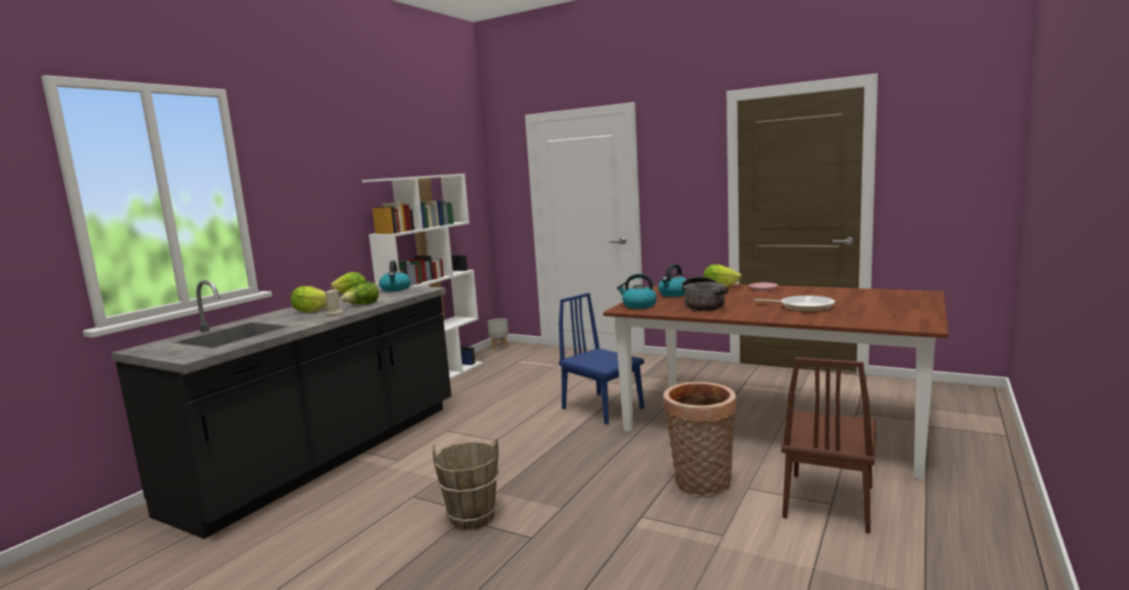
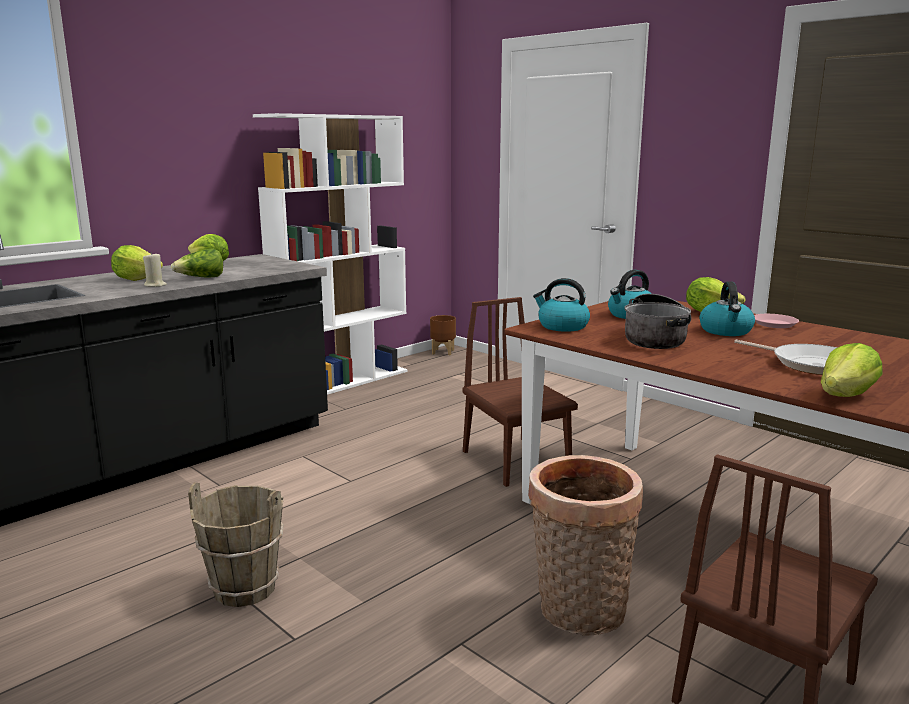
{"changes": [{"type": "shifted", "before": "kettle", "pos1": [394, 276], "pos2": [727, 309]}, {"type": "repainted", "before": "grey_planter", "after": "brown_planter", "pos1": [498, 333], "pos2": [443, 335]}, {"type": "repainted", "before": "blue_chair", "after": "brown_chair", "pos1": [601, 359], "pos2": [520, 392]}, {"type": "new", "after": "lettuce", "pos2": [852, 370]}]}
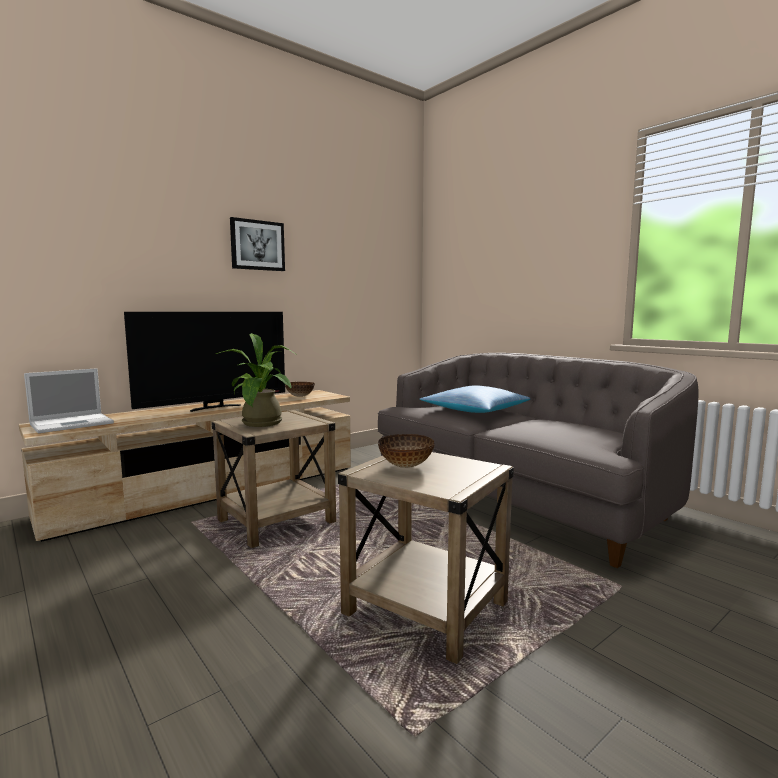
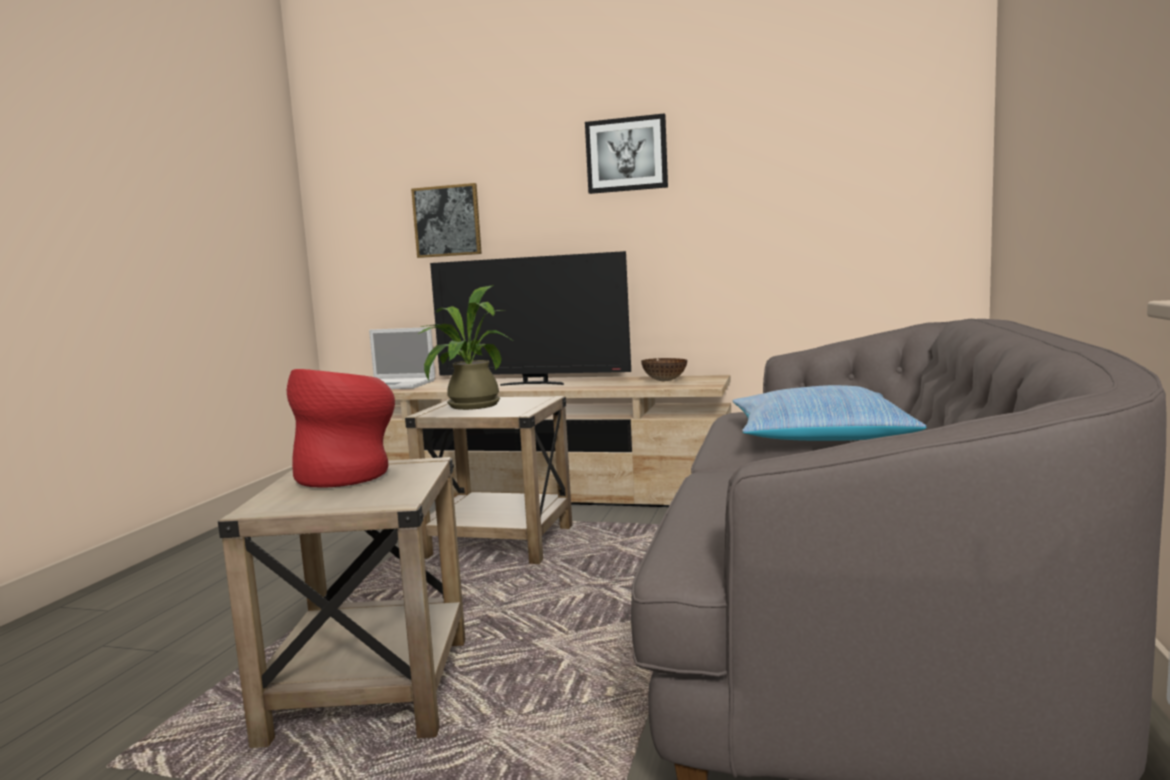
{"changes": [{"type": "swapped", "before": "bowl", "after": "red_vase", "pos1": [406, 451], "pos2": [341, 428]}, {"type": "new", "after": "picture", "pos2": [446, 220]}]}
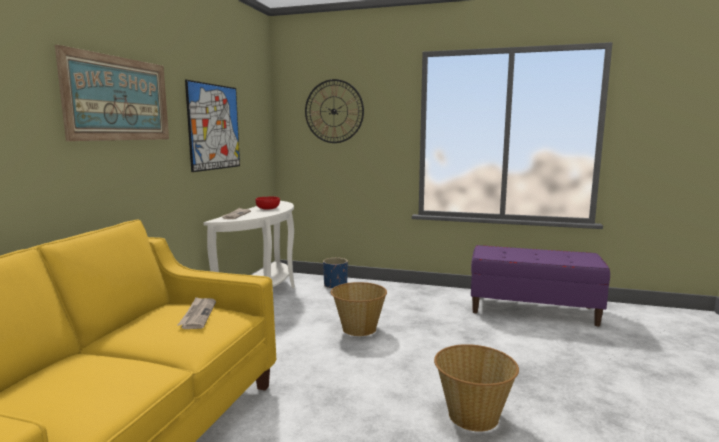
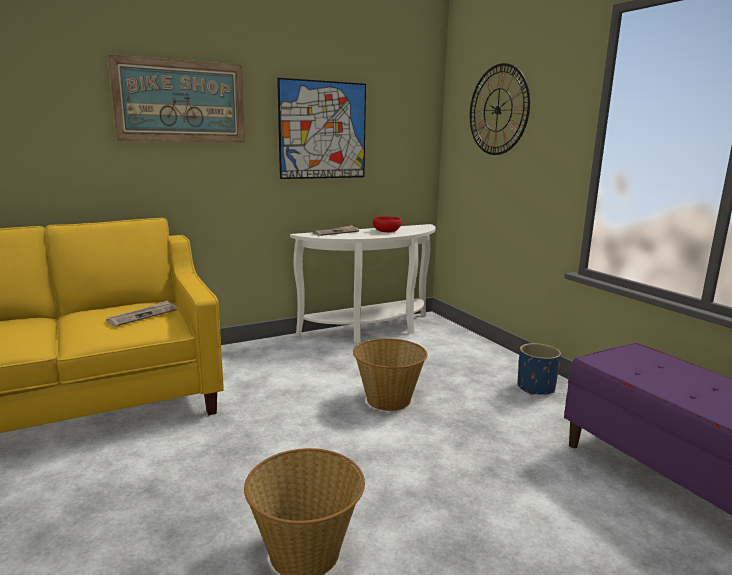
{"changes": [{"type": "shifted", "before": "blue_planter", "pos1": [335, 273], "pos2": [539, 369]}]}
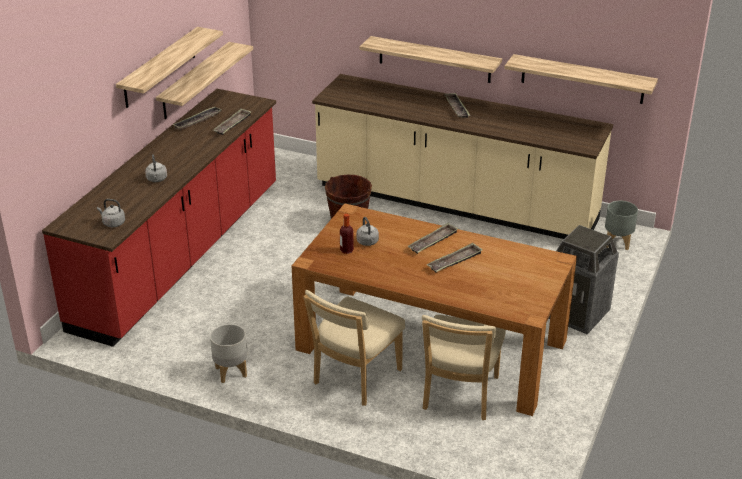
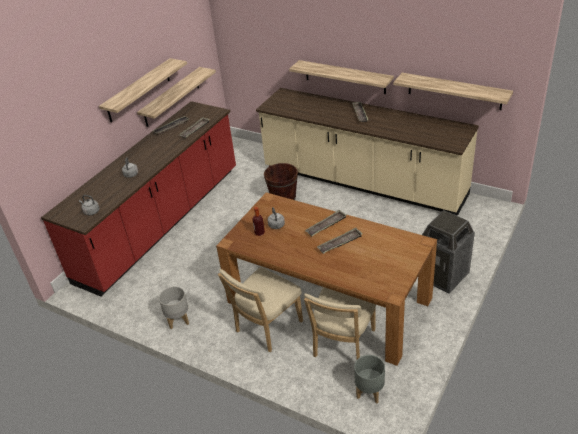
{"changes": [{"type": "shifted", "before": "grey_planter", "pos1": [621, 225], "pos2": [369, 379]}]}
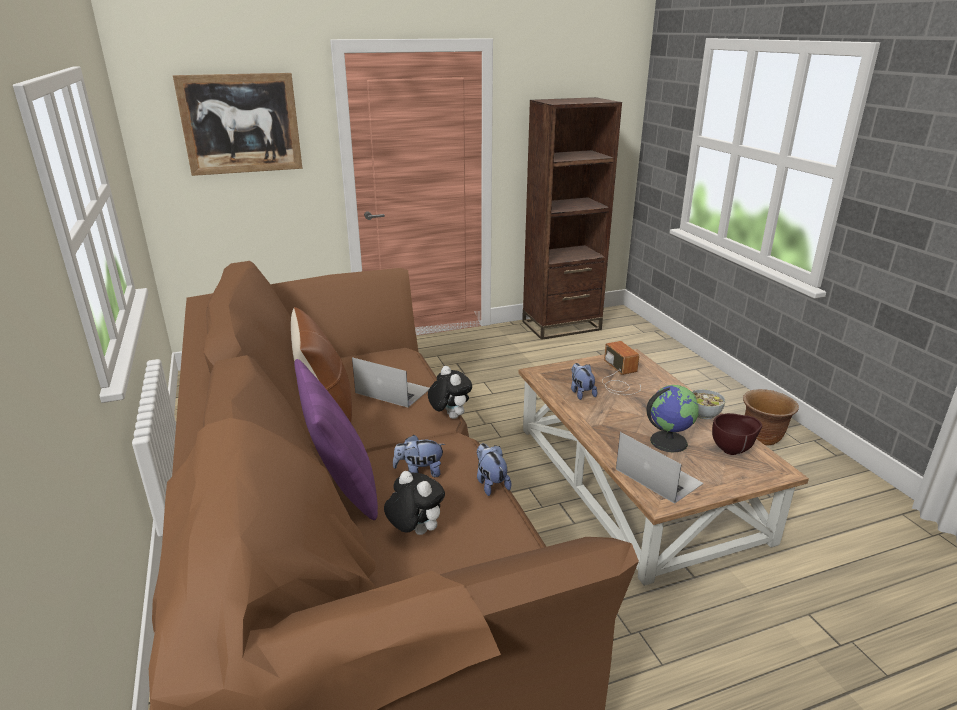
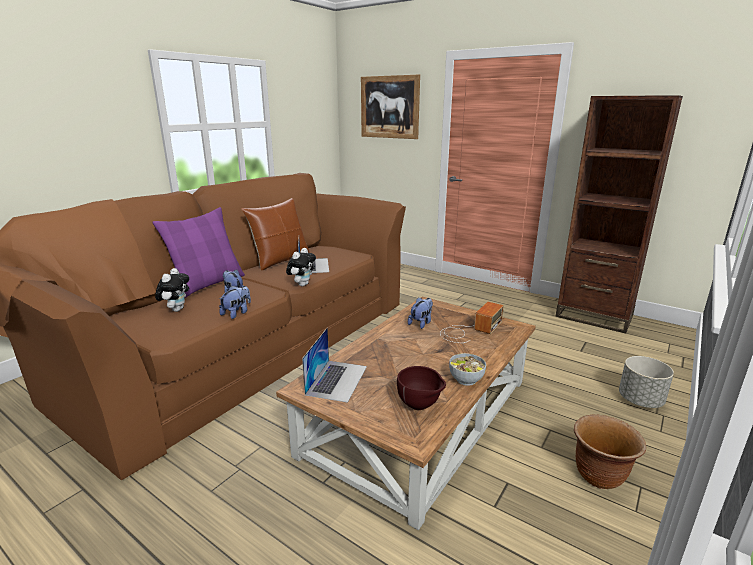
{"changes": [{"type": "gone", "before": "globe", "pos1": [672, 419]}, {"type": "new", "after": "grey_planter", "pos2": [646, 382]}]}
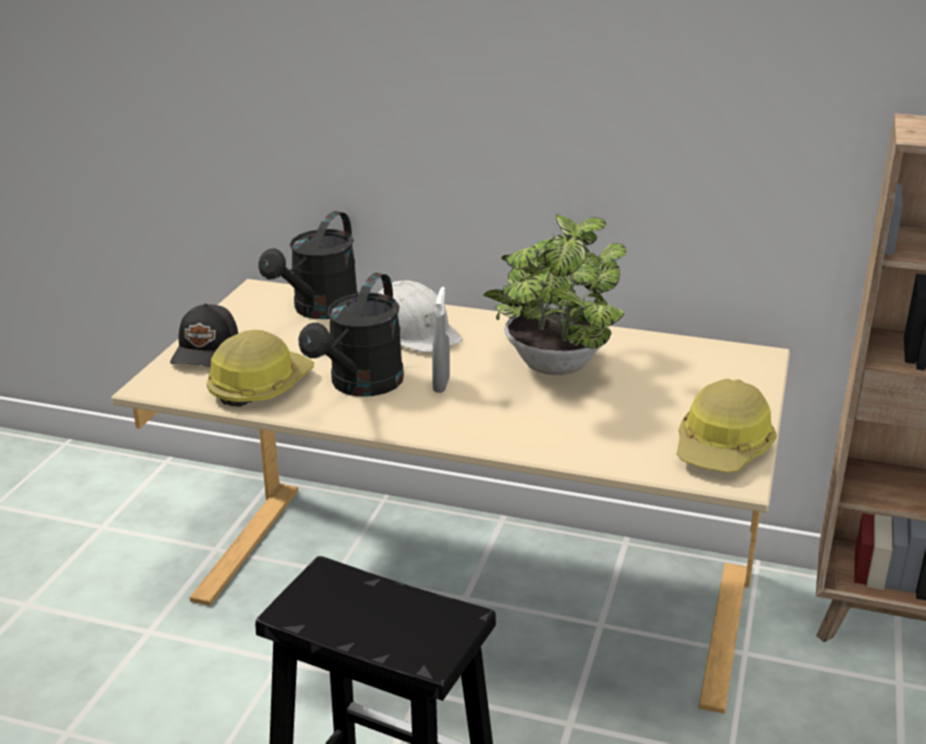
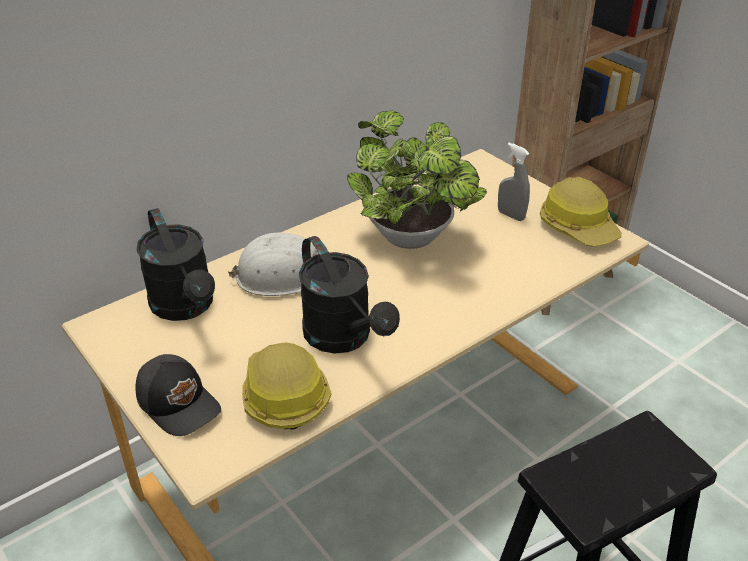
{"changes": [{"type": "shifted", "before": "grey_spray_bottle", "pos1": [441, 340], "pos2": [514, 182]}]}
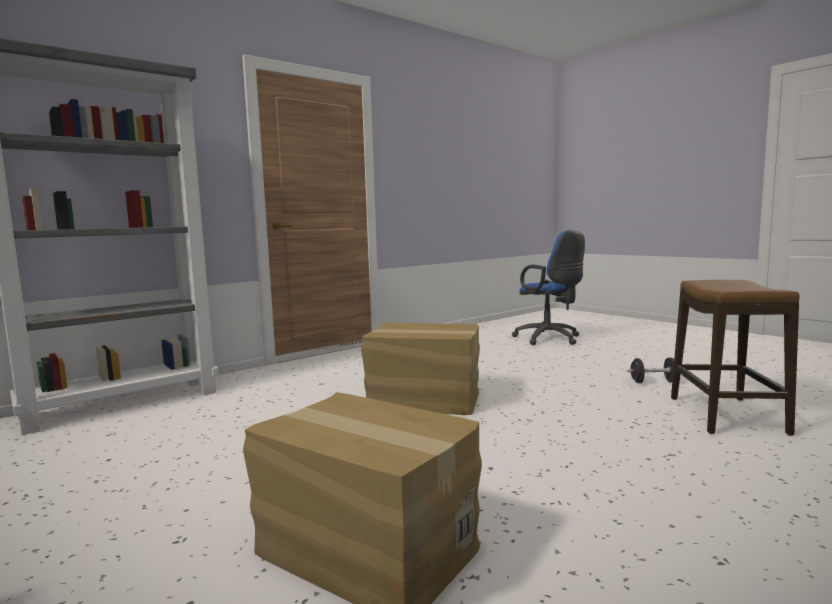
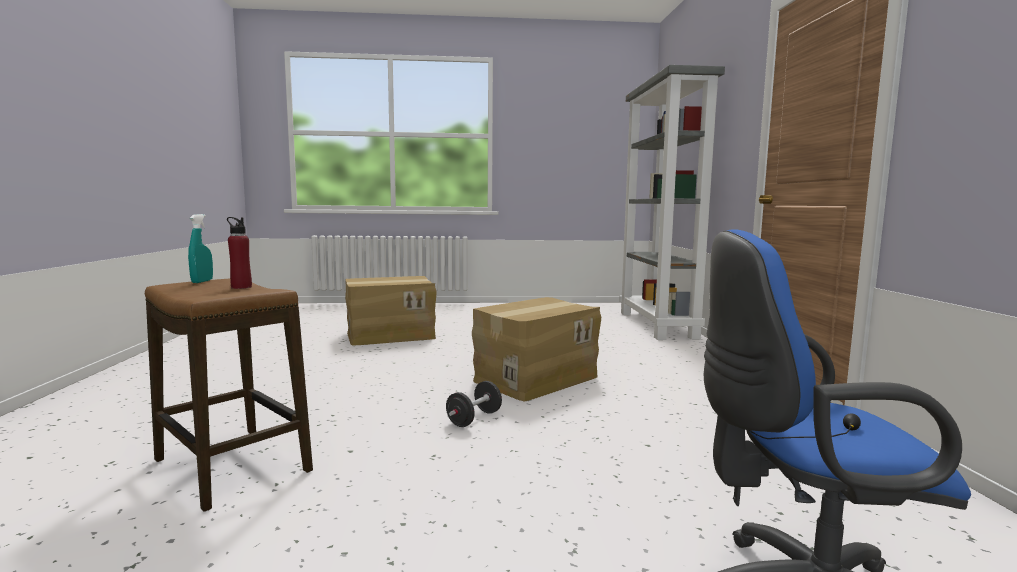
{"changes": [{"type": "shifted", "before": "black_dumbbell", "pos1": [650, 370], "pos2": [474, 404]}, {"type": "new", "after": "turquoise_spray_bottle", "pos2": [200, 248]}, {"type": "new", "after": "red_bottle", "pos2": [239, 253]}]}
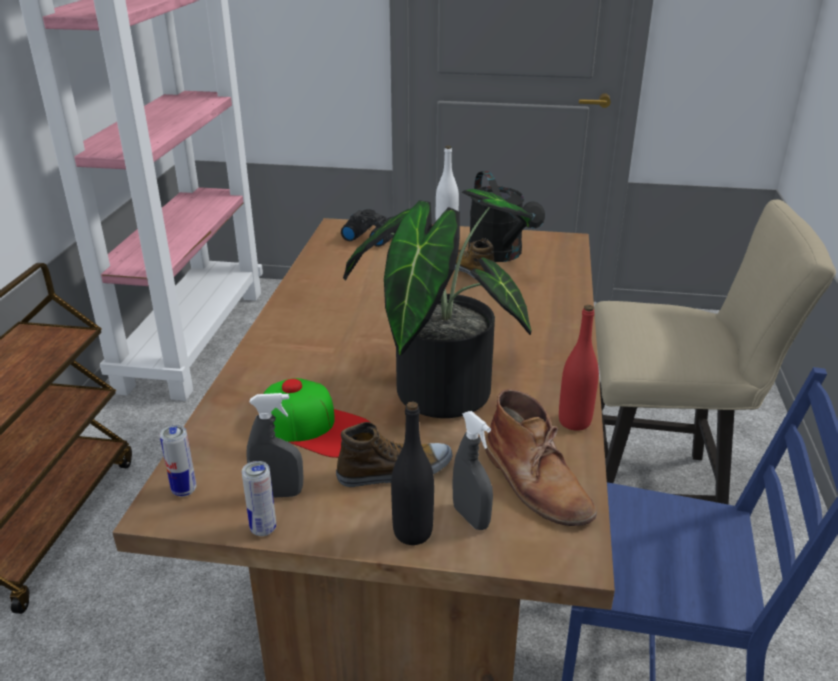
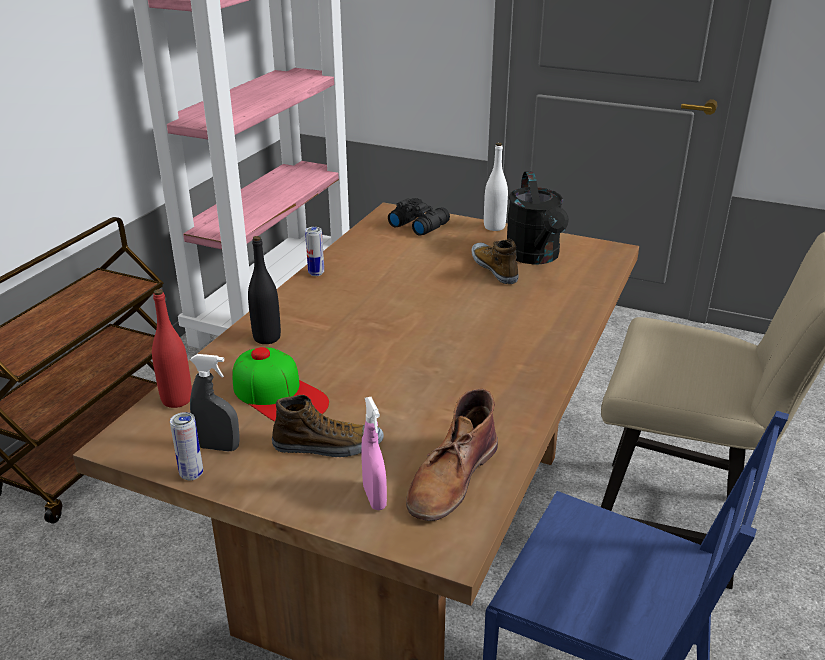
{"changes": [{"type": "shifted", "before": "can", "pos1": [178, 461], "pos2": [314, 251]}, {"type": "gone", "before": "potted_plant", "pos1": [437, 303]}, {"type": "shifted", "before": "black_bottle", "pos1": [412, 473], "pos2": [264, 290]}, {"type": "repainted", "before": "grey_spray_bottle", "after": "pink_spray_bottle", "pos1": [473, 470], "pos2": [374, 453]}, {"type": "rotated", "before": "brown_boot", "pos1": [541, 457], "pos2": [452, 455], "turn": 45}, {"type": "shifted", "before": "red_bottle", "pos1": [579, 368], "pos2": [172, 348]}]}
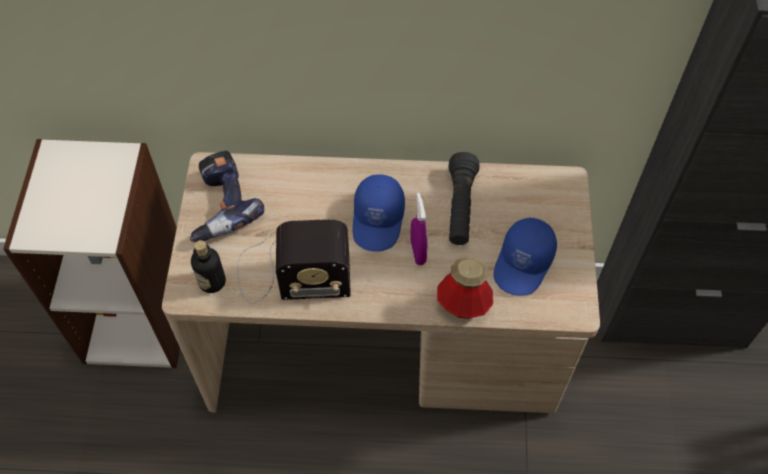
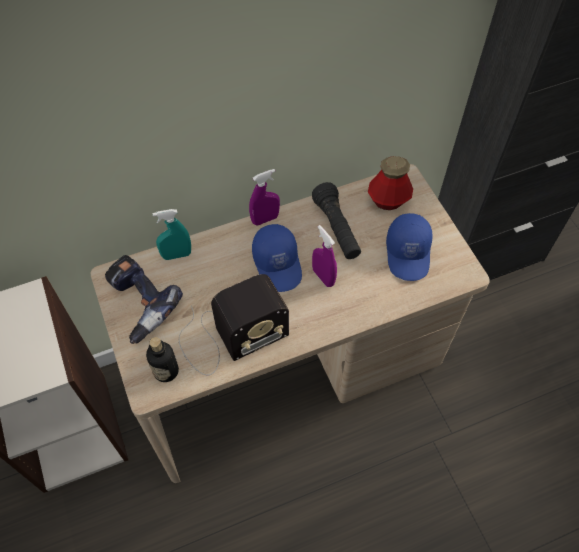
{"changes": [{"type": "shifted", "before": "bottle", "pos1": [465, 288], "pos2": [390, 183]}, {"type": "new", "after": "turquoise_spray_bottle", "pos2": [171, 234]}, {"type": "new", "after": "purple_spray_bottle", "pos2": [264, 197]}]}
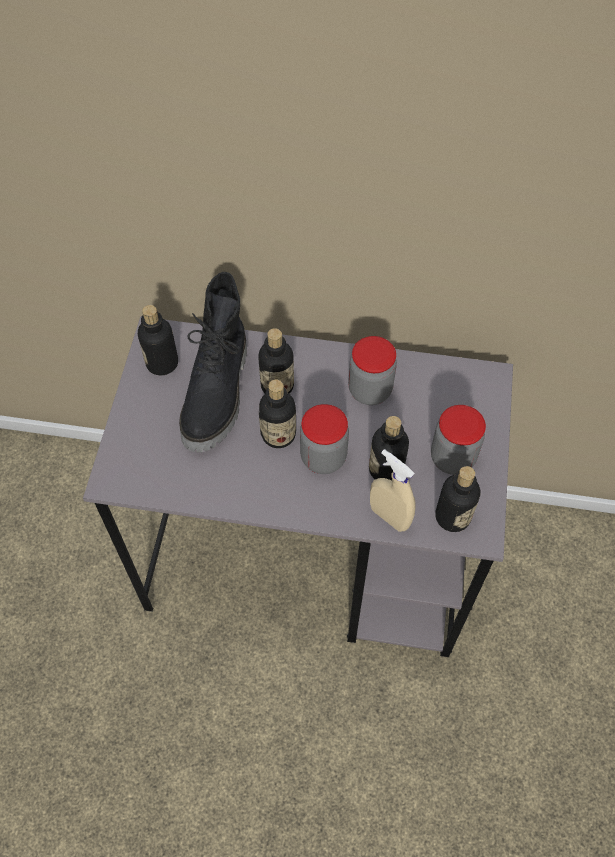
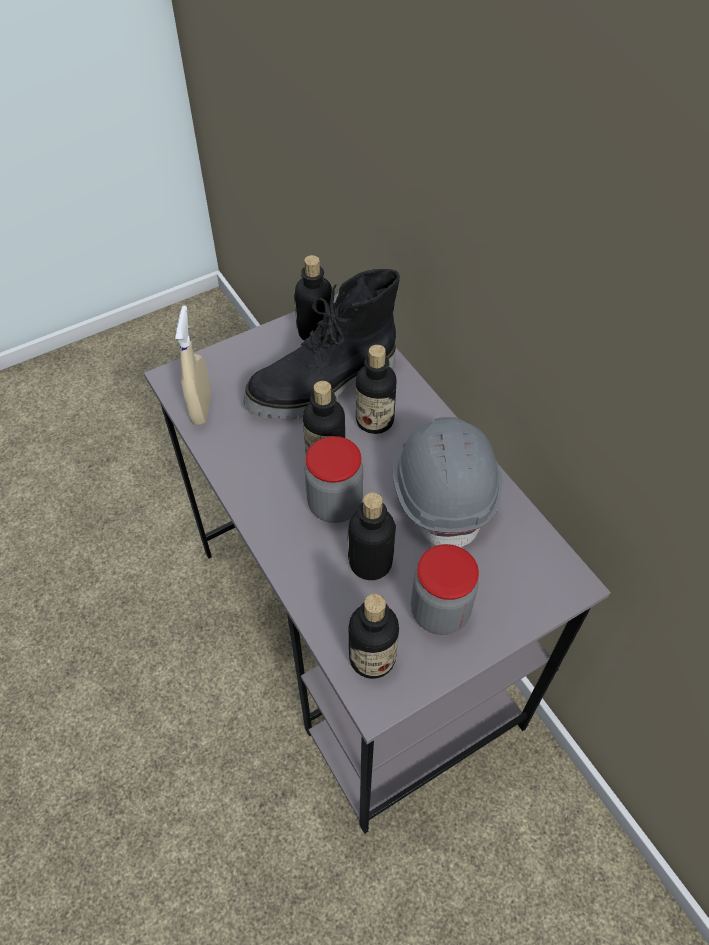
{"changes": [{"type": "swapped", "before": "jar", "after": "grey_hard_hat", "pos1": [372, 370], "pos2": [448, 482]}, {"type": "shifted", "before": "beige_spray_bottle", "pos1": [393, 490], "pos2": [193, 365]}]}
